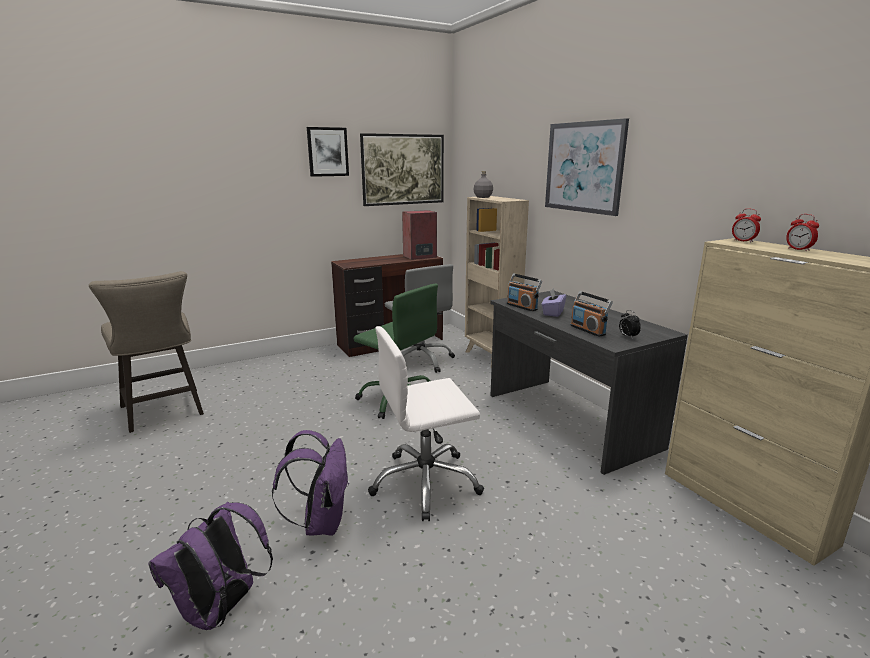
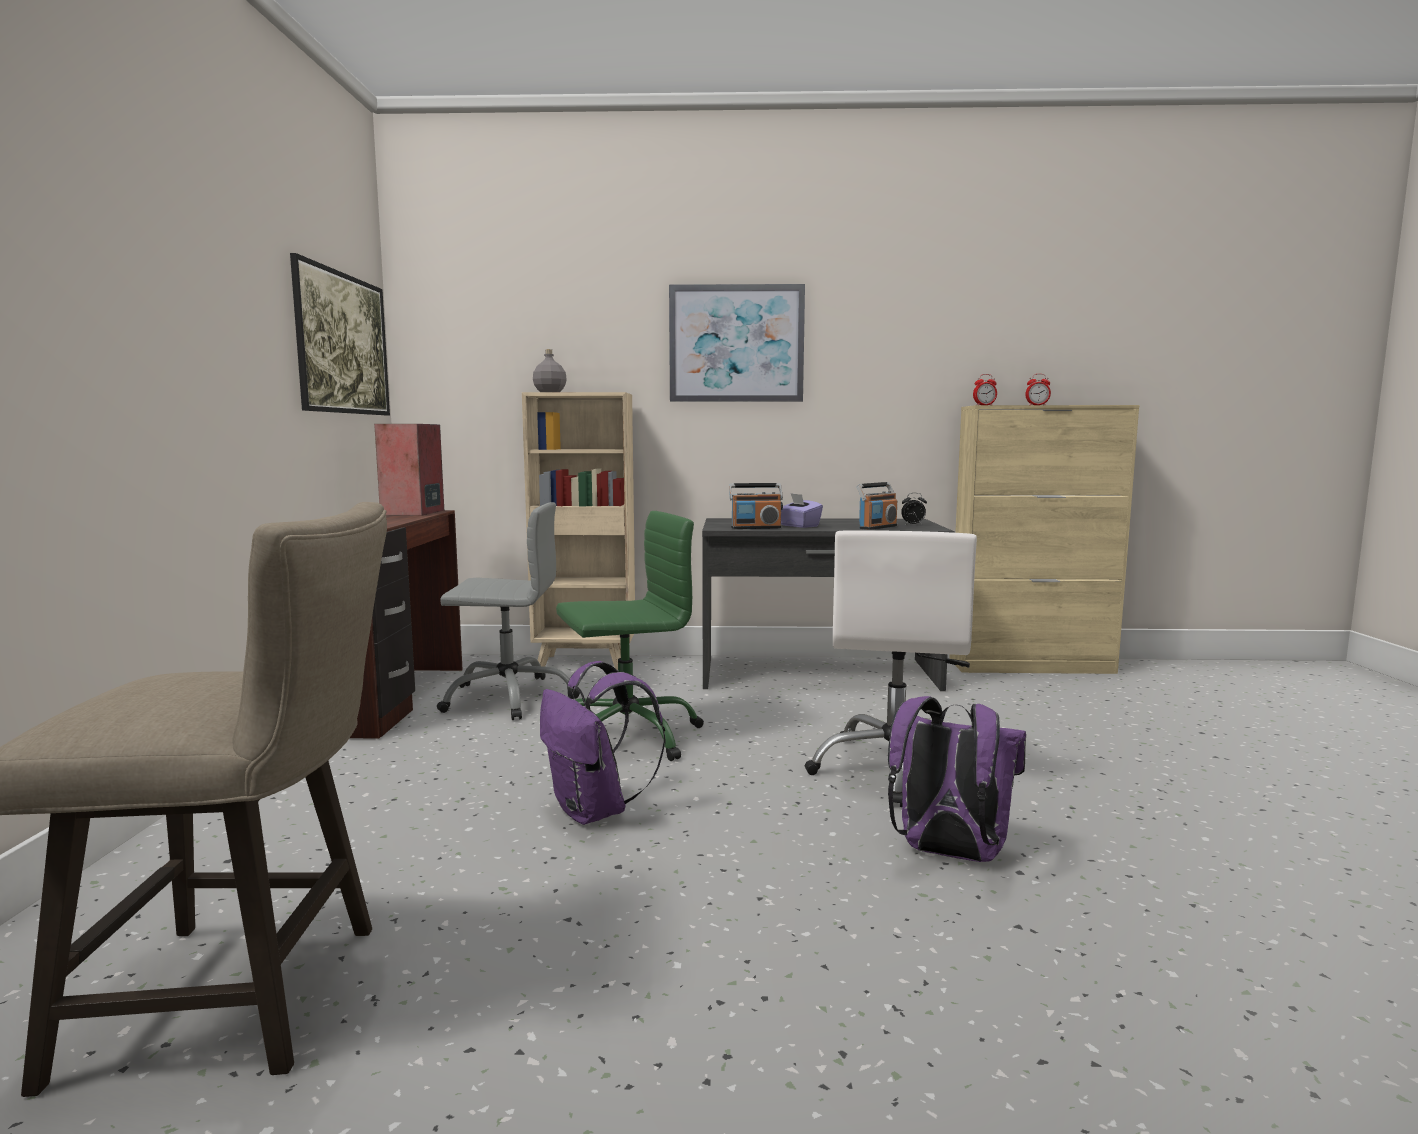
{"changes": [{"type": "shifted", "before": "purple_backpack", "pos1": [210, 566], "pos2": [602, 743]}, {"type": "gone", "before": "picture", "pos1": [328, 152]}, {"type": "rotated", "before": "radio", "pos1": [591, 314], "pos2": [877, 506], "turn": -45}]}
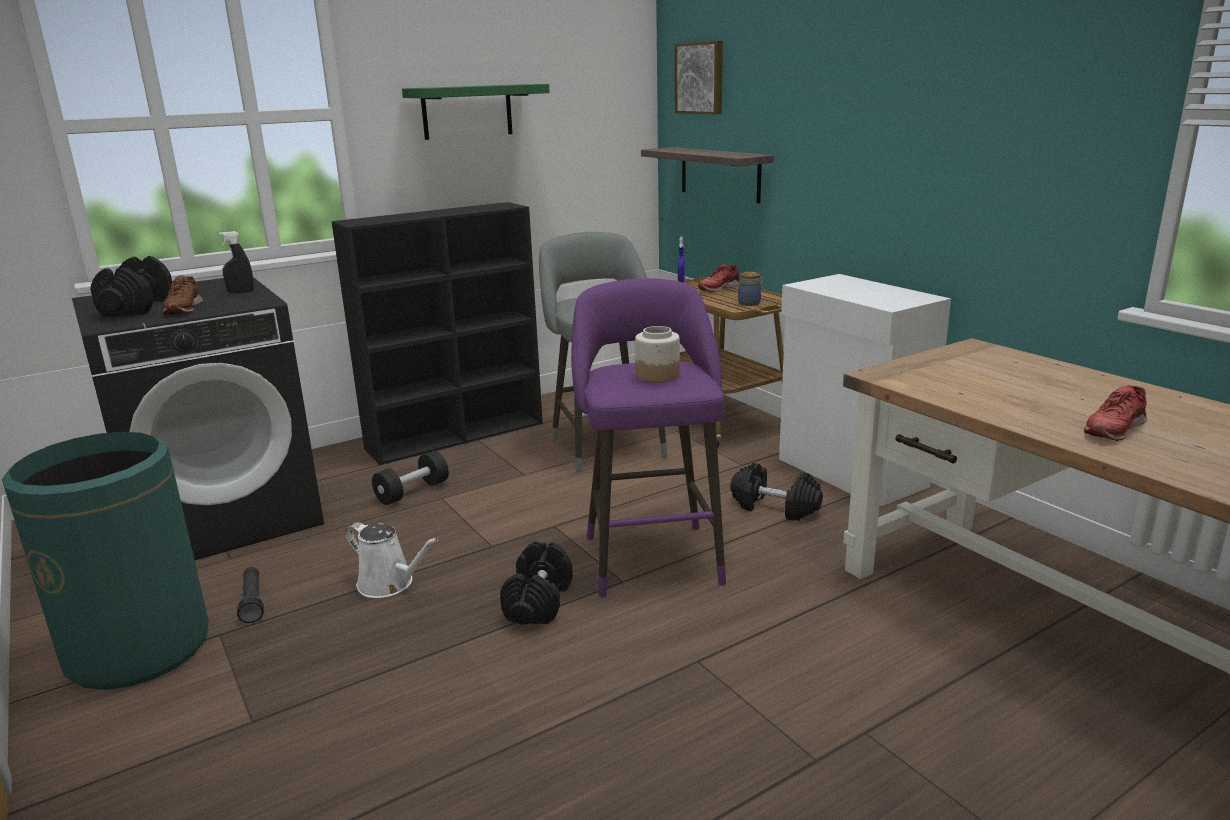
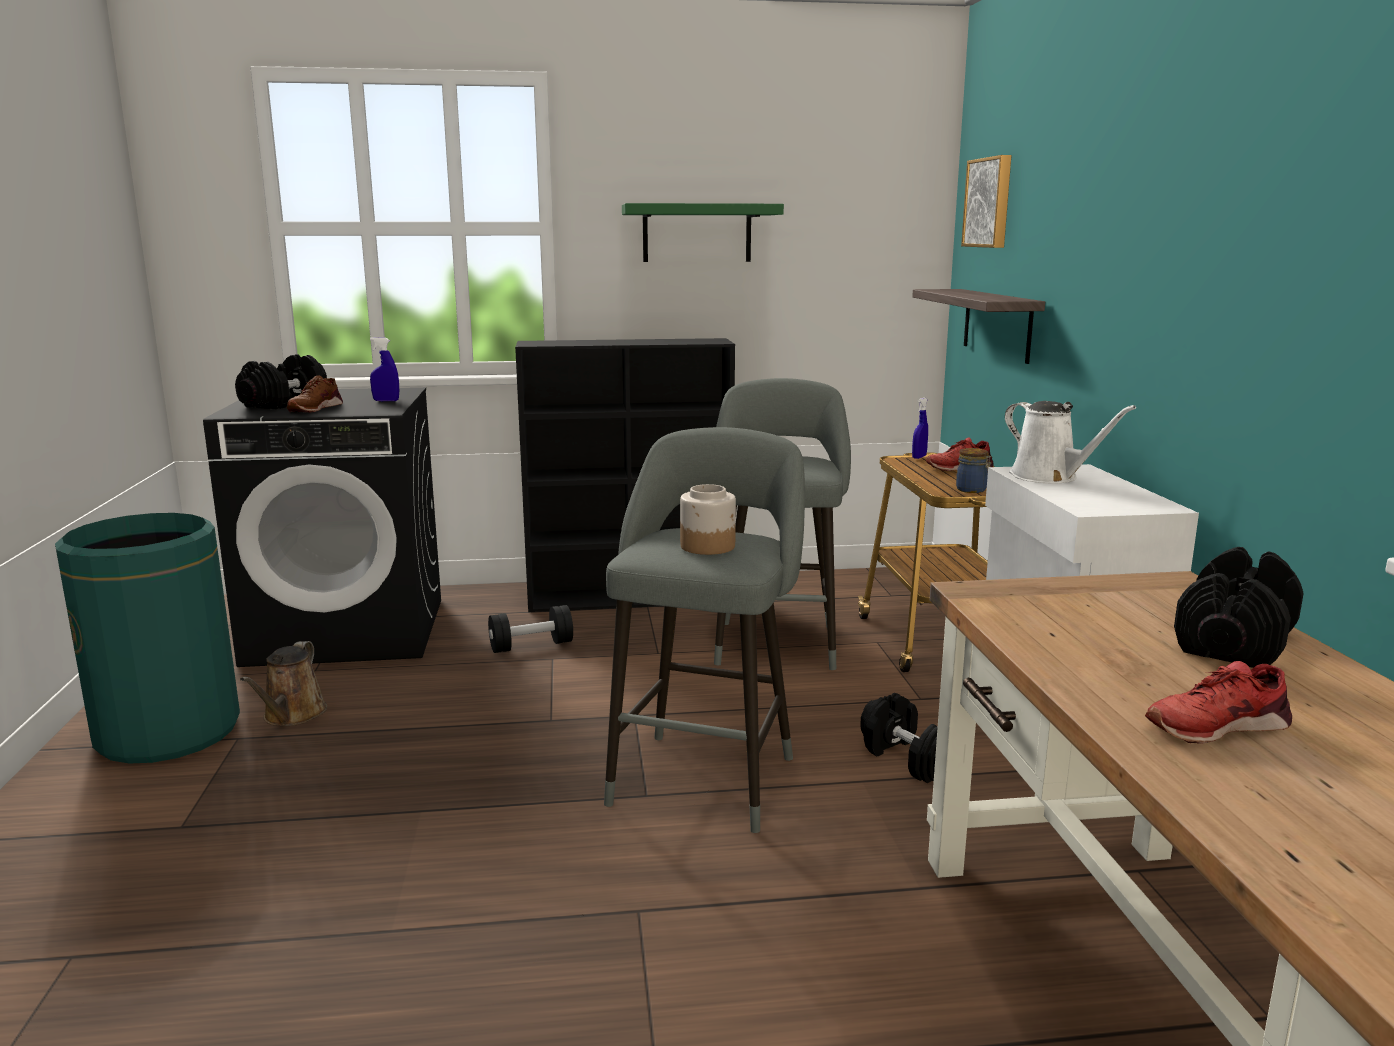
{"changes": [{"type": "repainted", "before": "black_spray_bottle", "after": "blue_spray_bottle", "pos1": [236, 262], "pos2": [384, 369]}, {"type": "swapped", "before": "black_flashlight", "after": "brown_watering_can", "pos1": [250, 595], "pos2": [283, 683]}, {"type": "shifted", "before": "white_watering_can", "pos1": [391, 560], "pos2": [1070, 442]}, {"type": "shifted", "before": "black_dumbbell", "pos1": [536, 583], "pos2": [1239, 607]}, {"type": "repainted", "before": "purple_stool", "after": "grey_stool", "pos1": [648, 438], "pos2": [704, 630]}]}
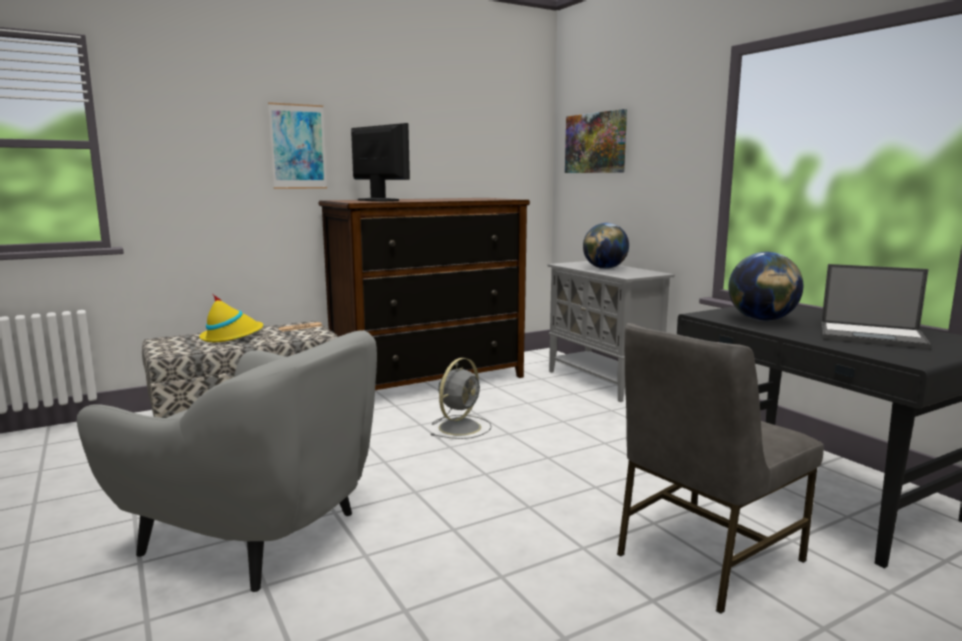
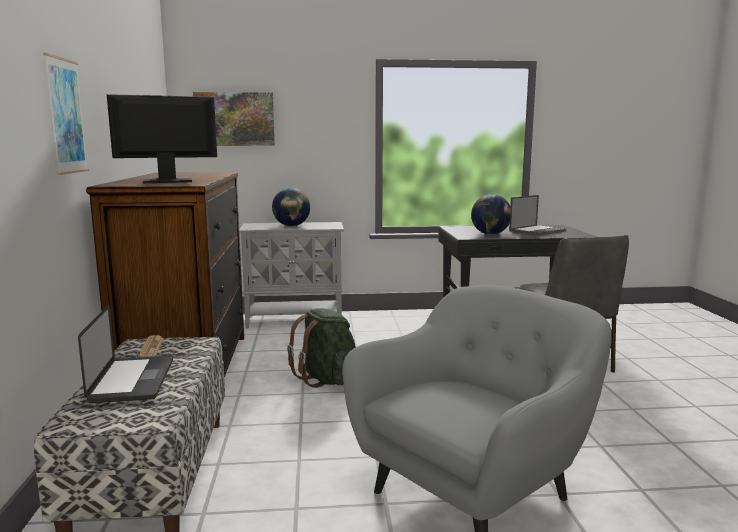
{"changes": [{"type": "swapped", "before": "yellow_hat", "after": "laptop", "pos1": [231, 317], "pos2": [125, 354]}, {"type": "swapped", "before": "grey_fan", "after": "green_backpack", "pos1": [461, 398], "pos2": [321, 348]}]}
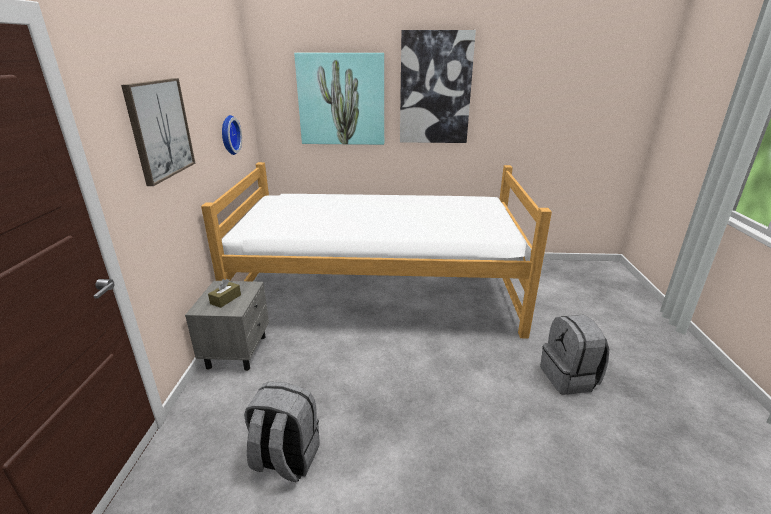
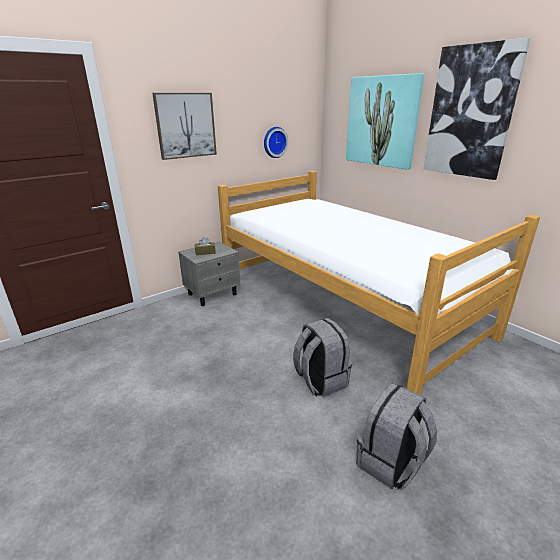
{"changes": [{"type": "shifted", "before": "grey_backpack", "pos1": [282, 432], "pos2": [322, 357]}]}
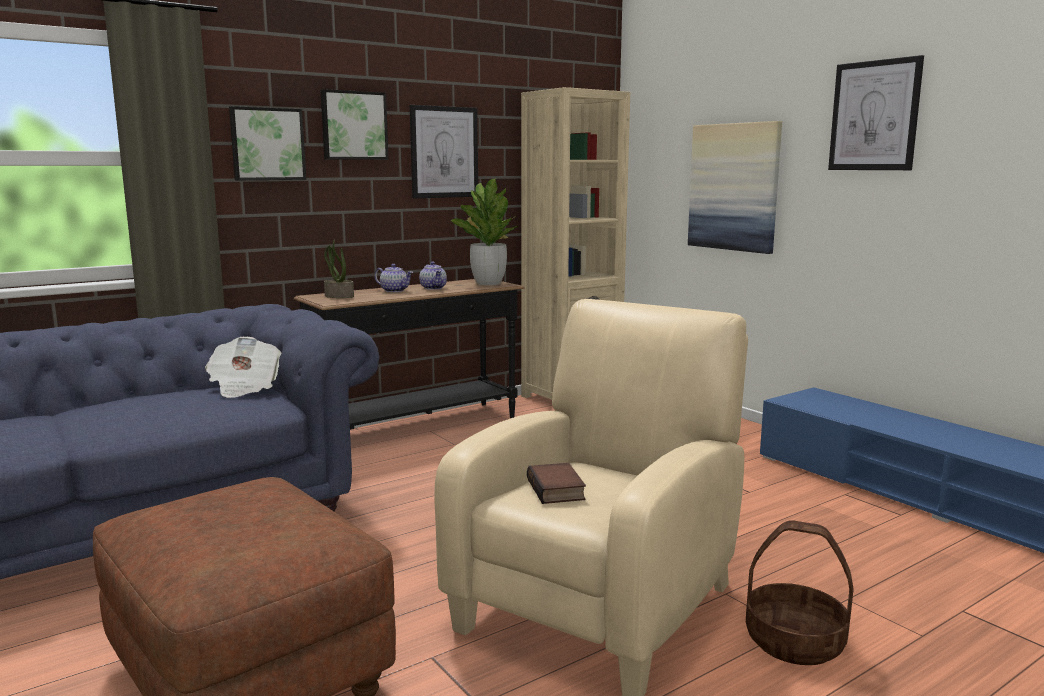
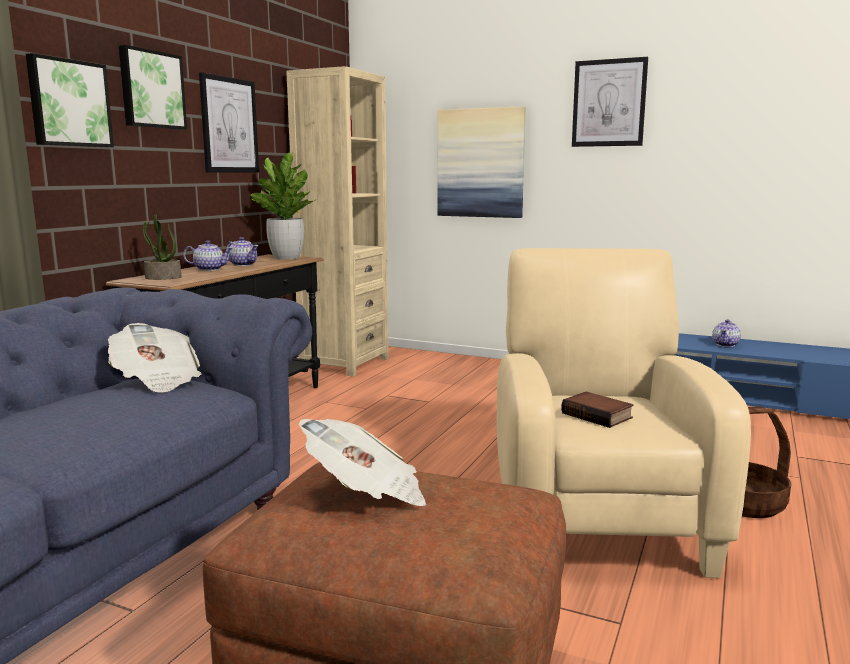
{"changes": [{"type": "new", "after": "newspaper", "pos2": [362, 462]}, {"type": "new", "after": "teapot", "pos2": [726, 333]}]}
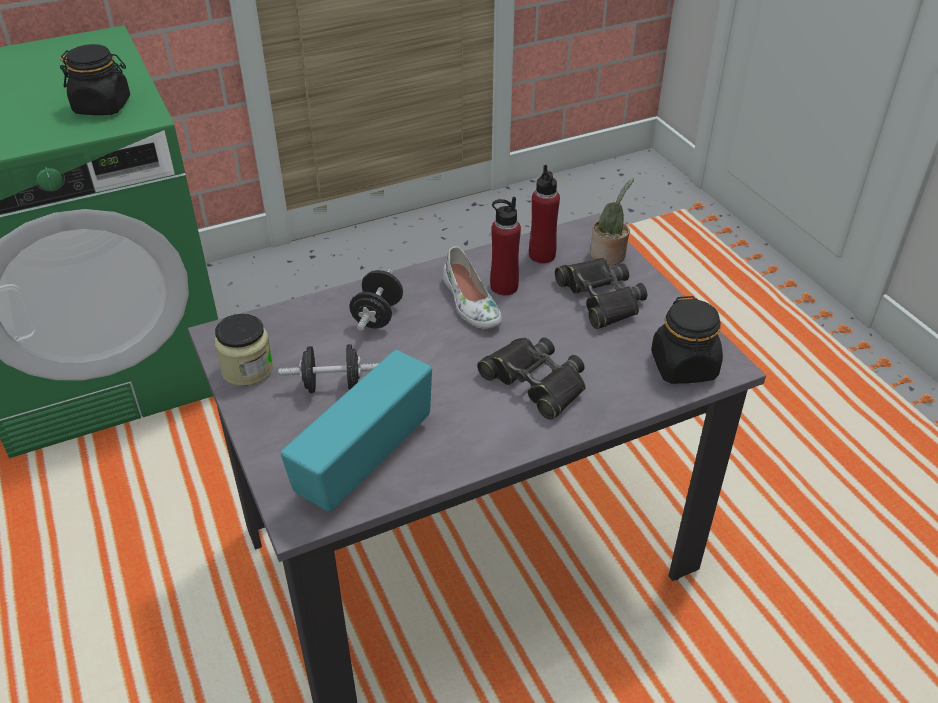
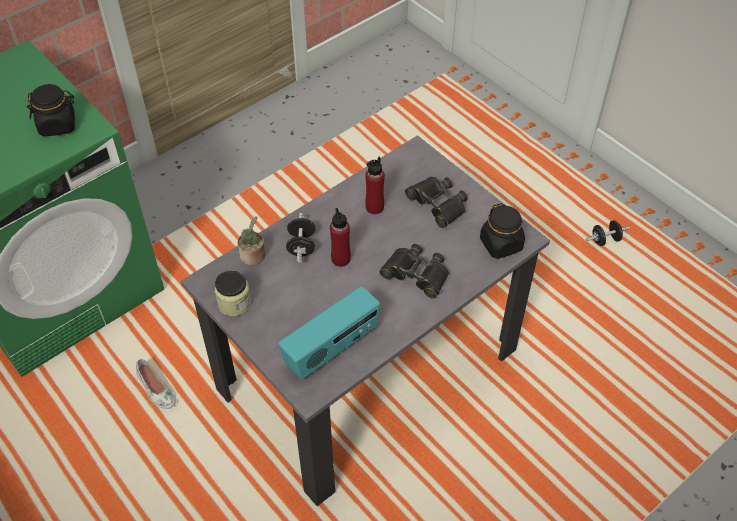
{"changes": [{"type": "shifted", "before": "black_dumbbell", "pos1": [328, 368], "pos2": [608, 233]}, {"type": "rotated", "before": "radio", "pos1": [356, 431], "pos2": [329, 332], "turn": -150}, {"type": "shifted", "before": "white_shoe", "pos1": [472, 287], "pos2": [156, 384]}, {"type": "shifted", "before": "red_bottle", "pos1": [544, 214], "pos2": [340, 237]}, {"type": "shifted", "before": "potted_plant", "pos1": [612, 221], "pos2": [251, 240]}]}
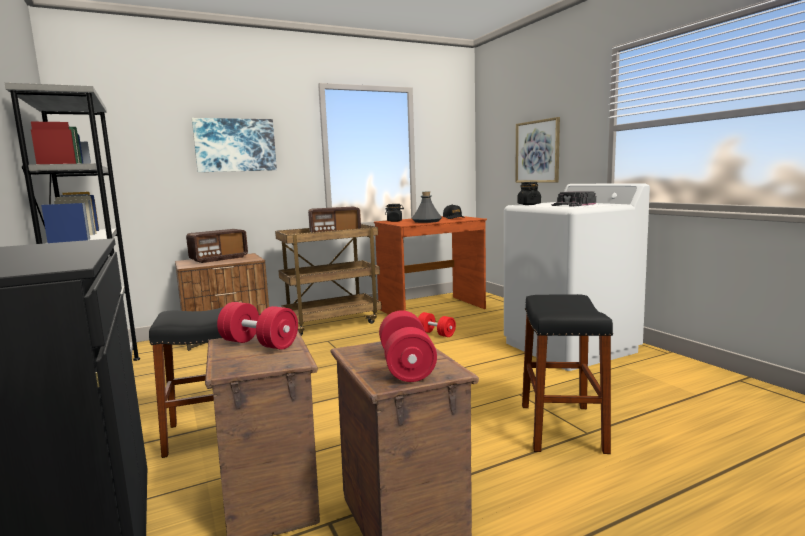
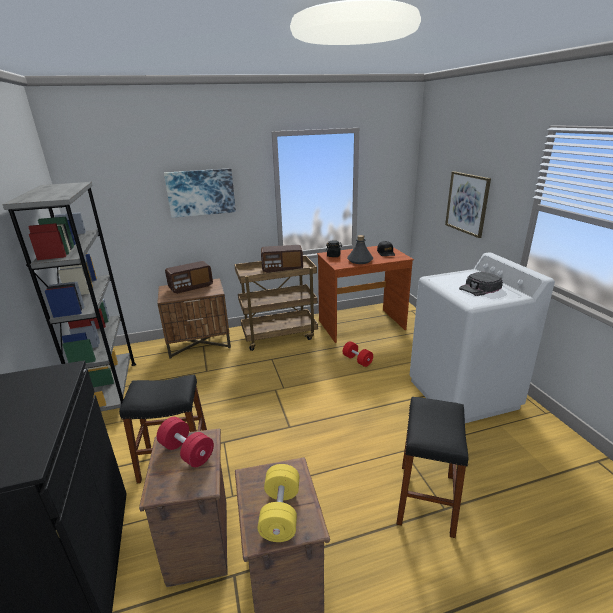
{"changes": [{"type": "repainted", "before": "red_dumbbell", "after": "yellow_dumbbell", "pos1": [408, 346], "pos2": [278, 503]}, {"type": "gone", "before": "black_jar", "pos1": [529, 193]}]}
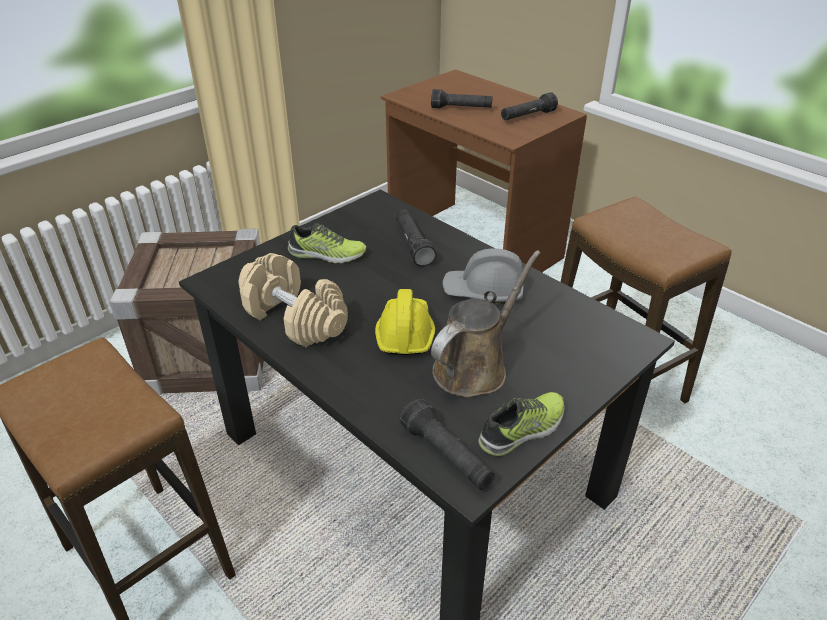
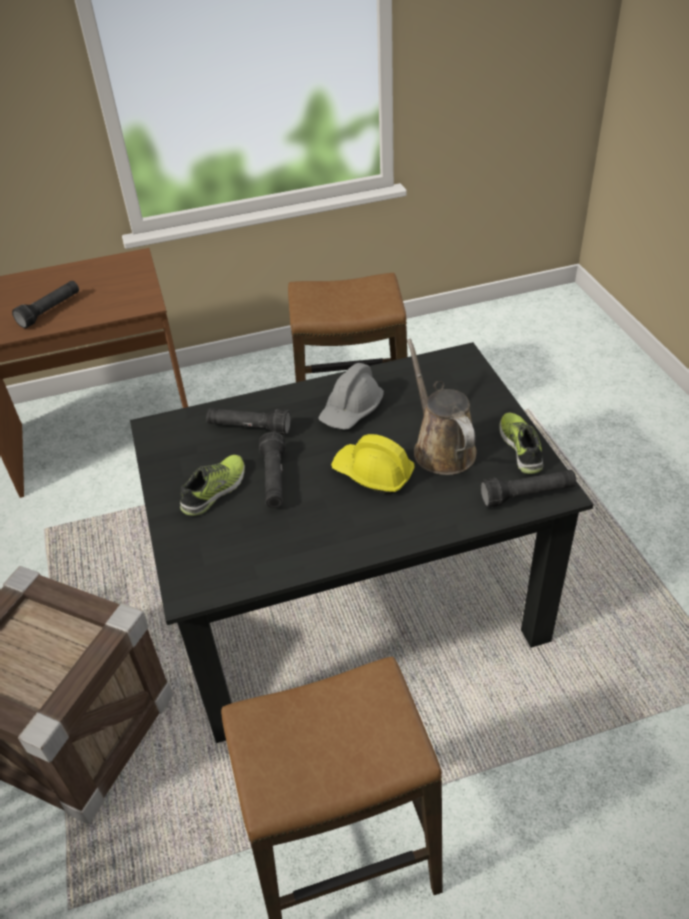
{"changes": [{"type": "gone", "before": "beige_dumbbell", "pos1": [293, 300]}, {"type": "shifted", "before": "black_flashlight", "pos1": [529, 106], "pos2": [272, 470]}]}
